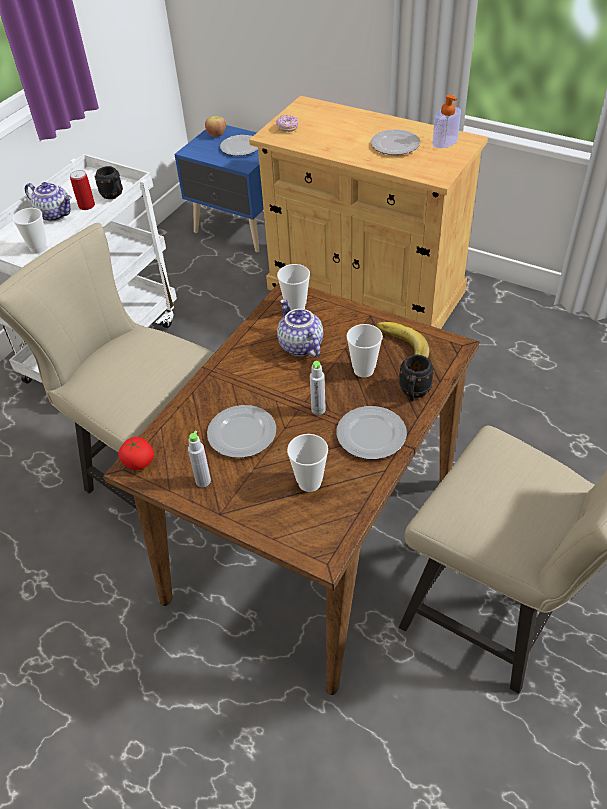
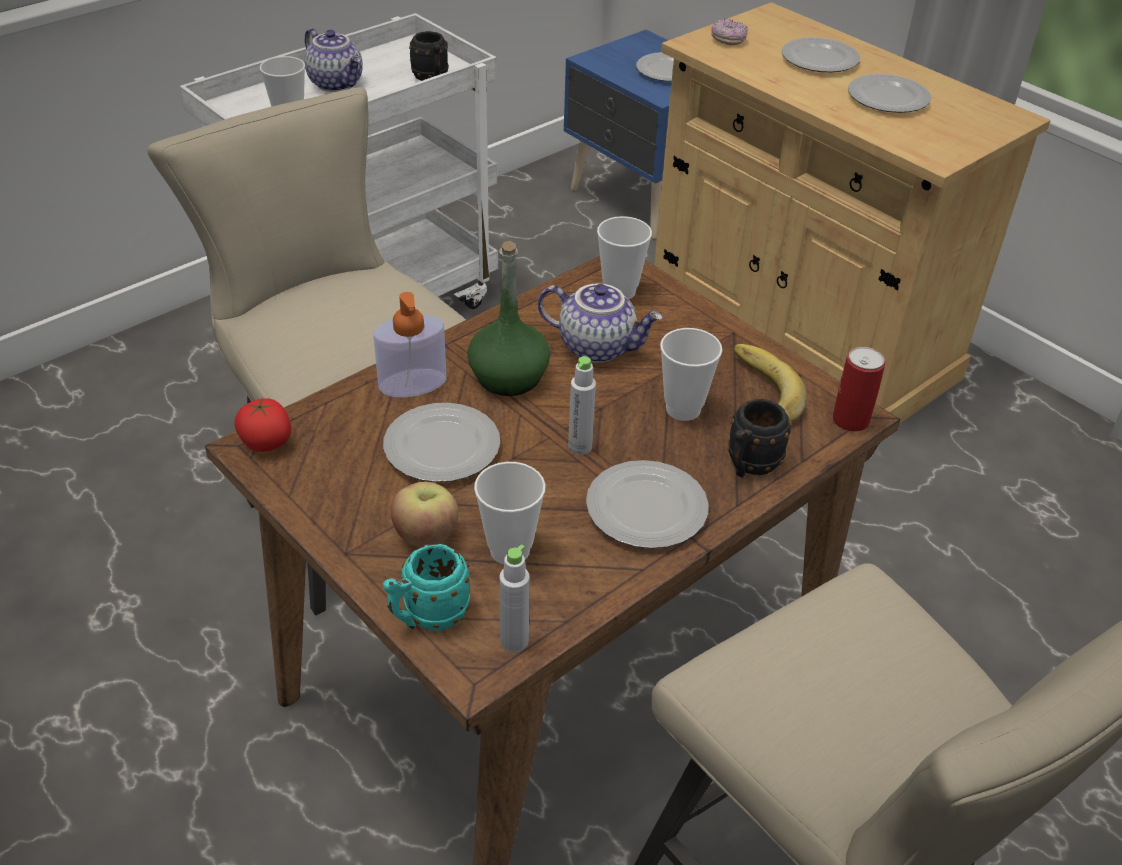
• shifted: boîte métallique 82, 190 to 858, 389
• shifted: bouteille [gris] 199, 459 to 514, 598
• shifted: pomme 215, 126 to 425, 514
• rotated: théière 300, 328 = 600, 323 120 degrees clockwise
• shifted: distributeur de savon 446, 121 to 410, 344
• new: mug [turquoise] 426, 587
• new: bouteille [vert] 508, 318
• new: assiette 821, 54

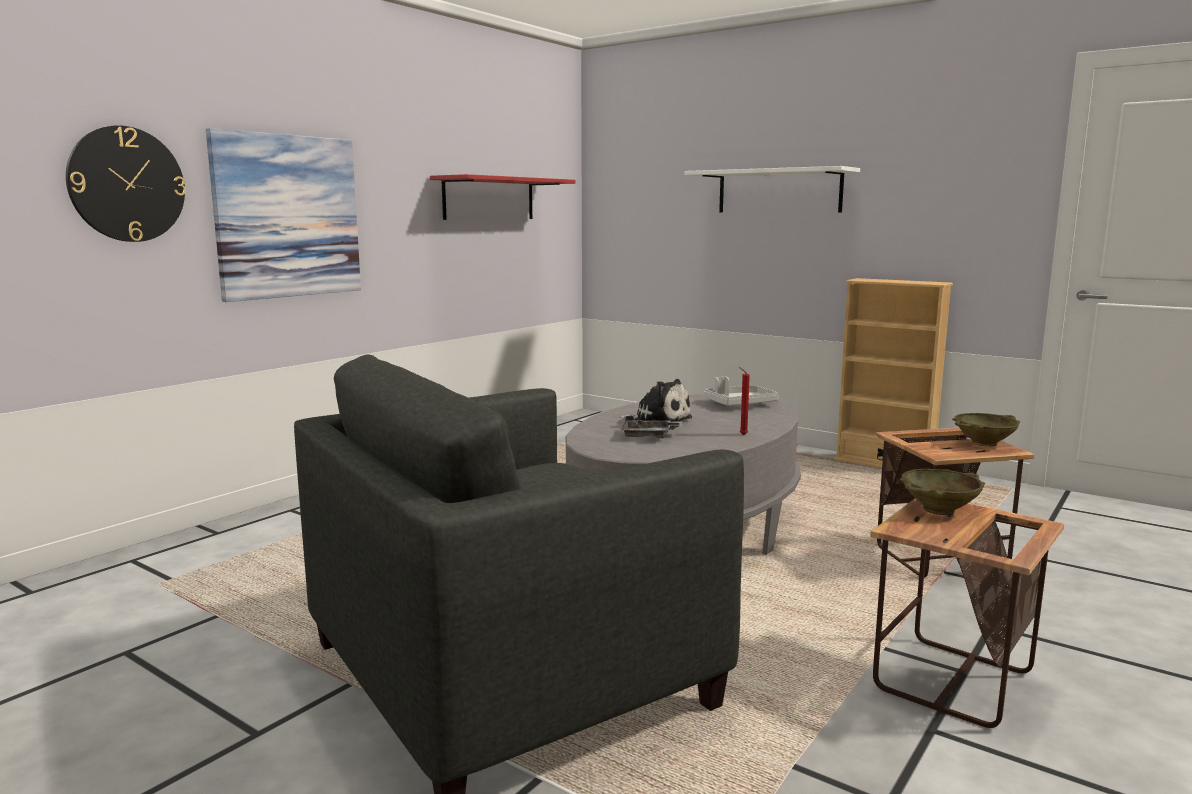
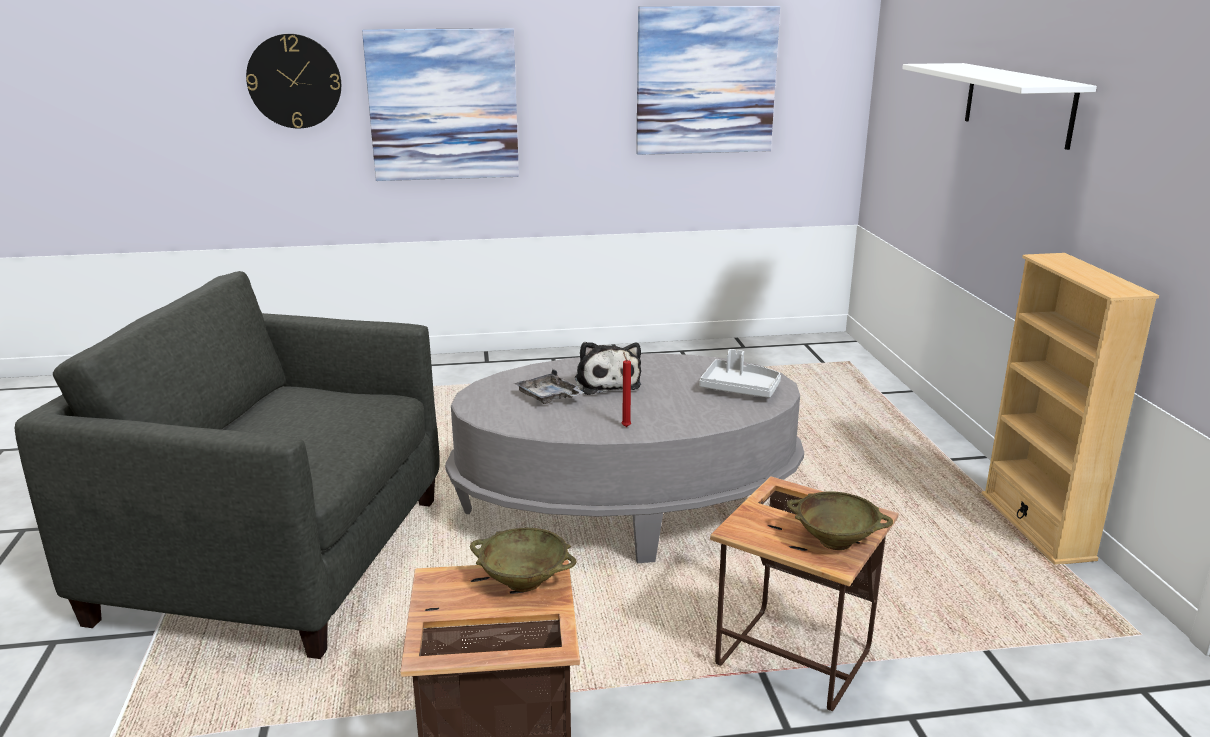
• swapped: étagère [rouge] 503, 197 to tableau 708, 80

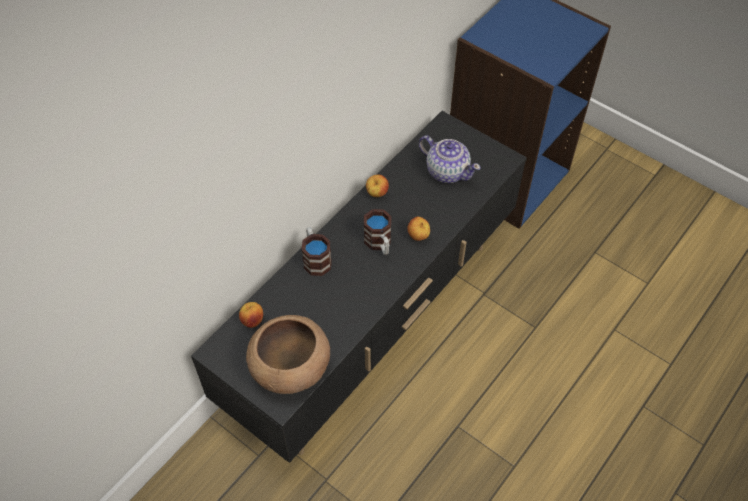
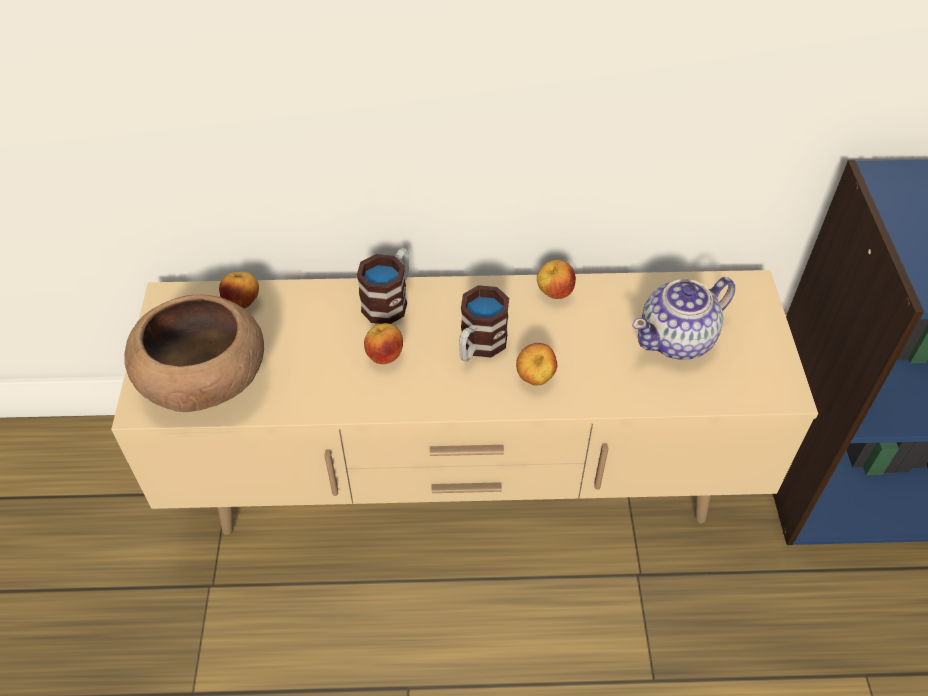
• repainted: meuble télé [noir] 359, 287 to meuble télé [beige] 464, 402
• rotated: théière 450, 159 = 683, 318 60 degrees clockwise
• new: pomme 383, 343

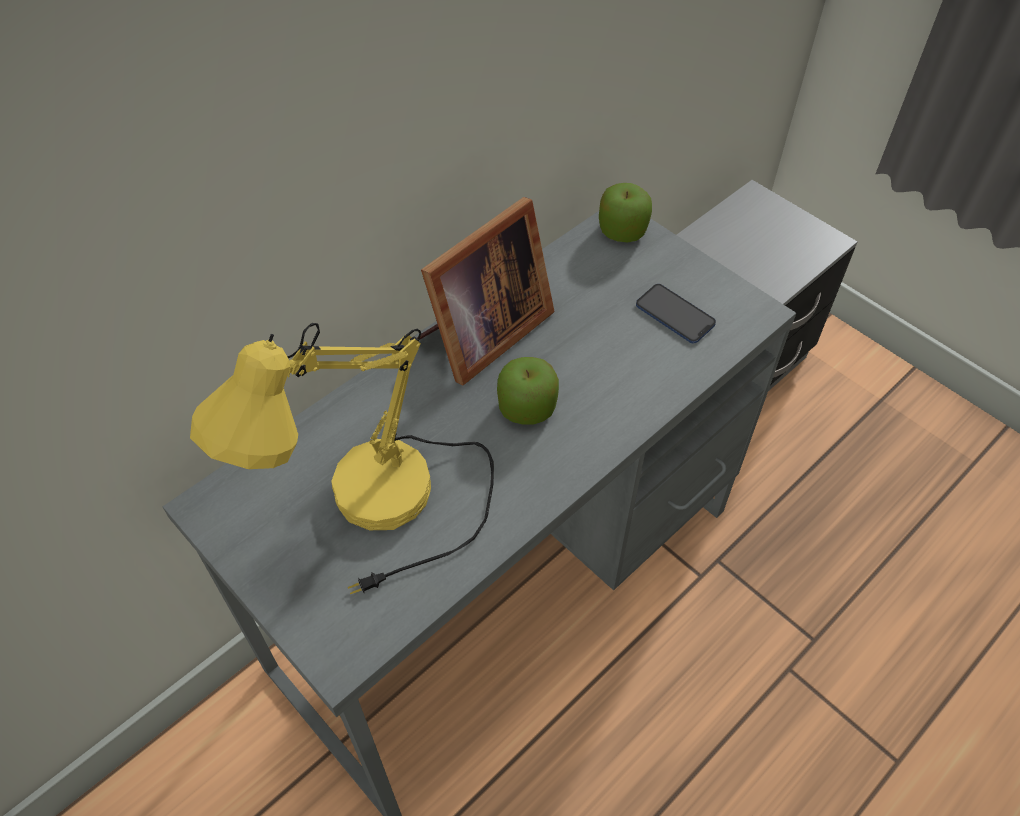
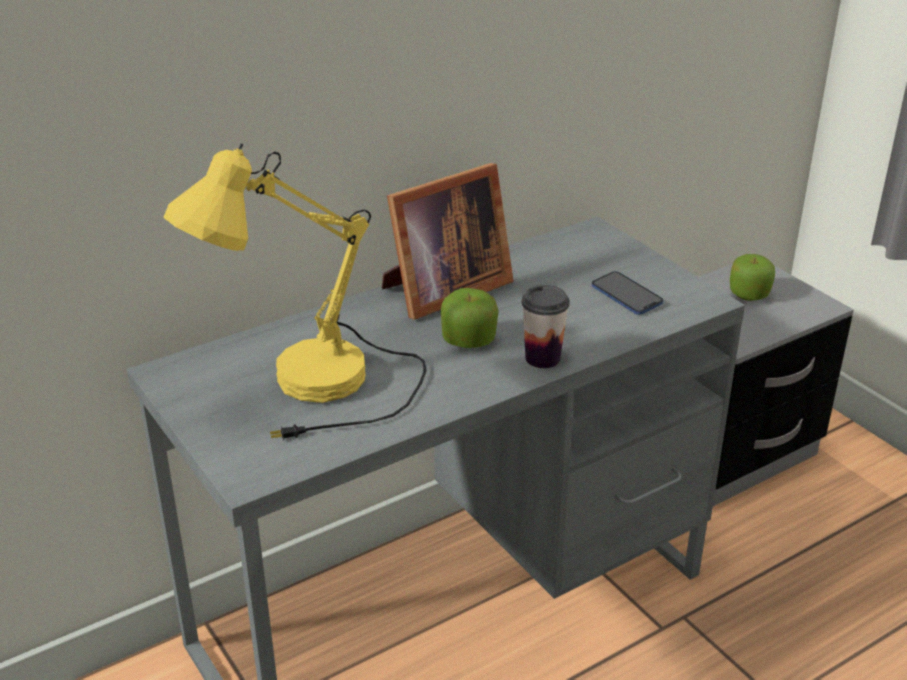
• shifted: pomme 625, 212 to 752, 277
• new: tasse 546, 326

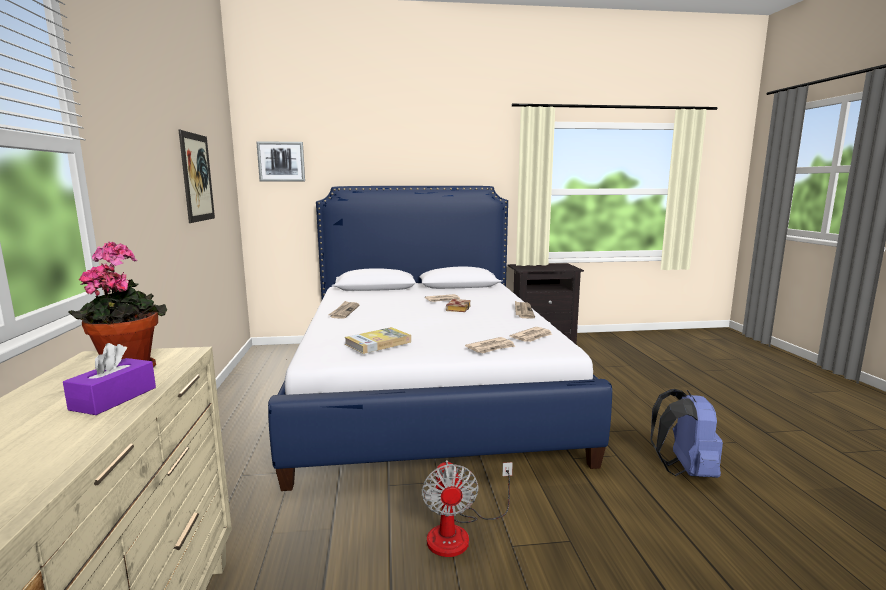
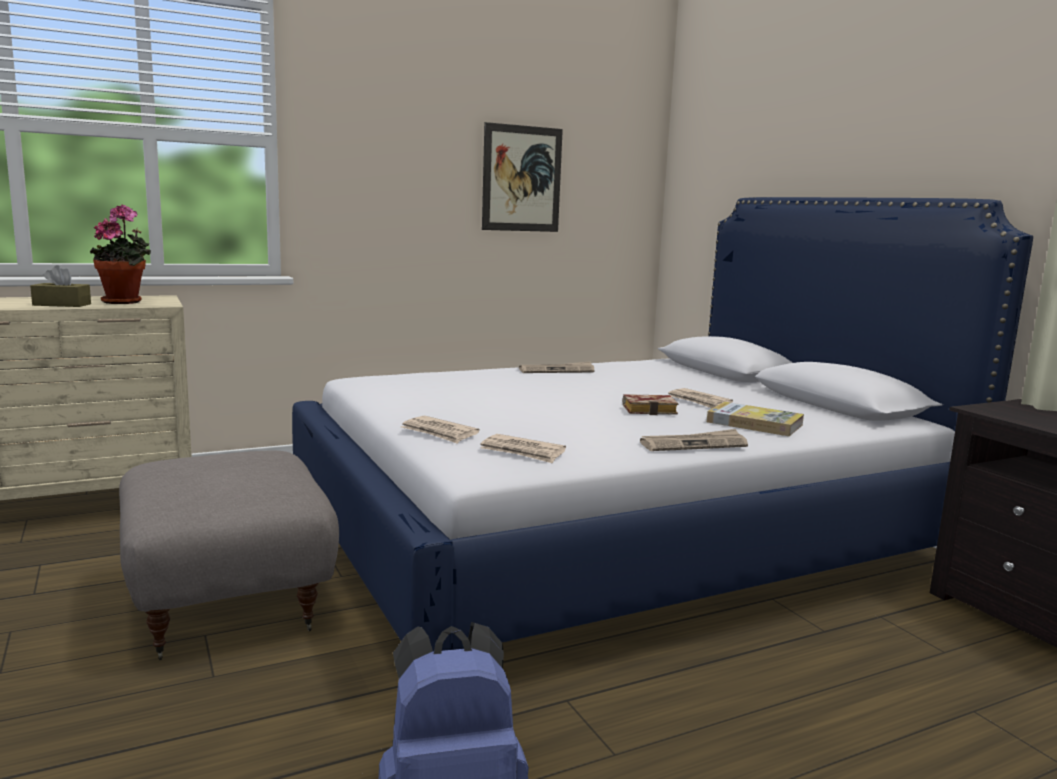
• repainted: boîte à mouchoirs [violet] 109, 379 to boîte à mouchoirs [marron] 60, 286
• gone: tableau 280, 161
• shifted: livre 378, 340 to 755, 419
• swapped: ventilateur 467, 508 to pouf [gris] 229, 555

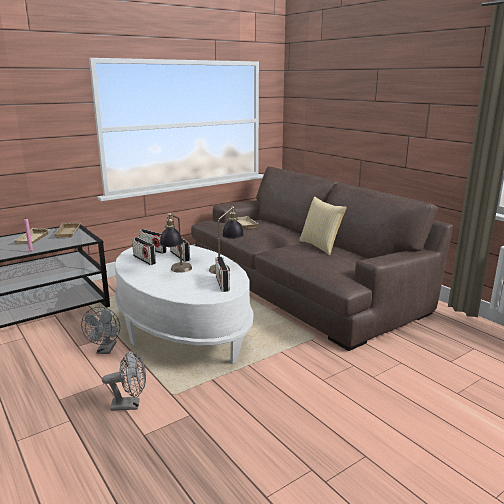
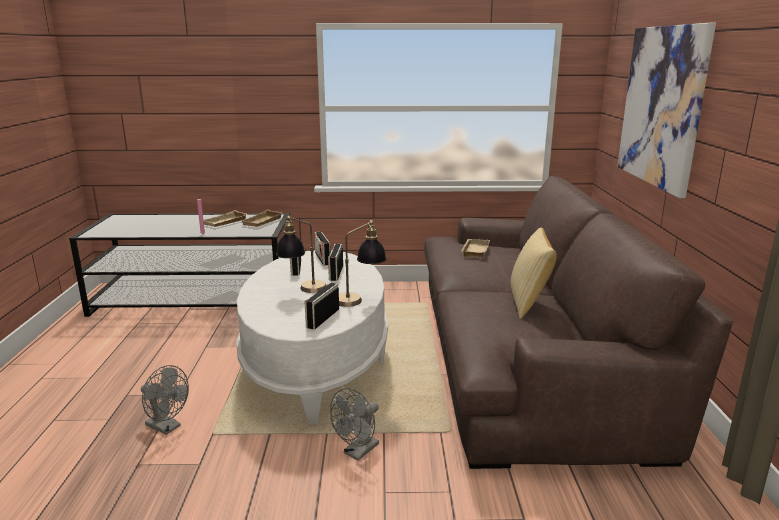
• shifted: ventilateur [gris] 100, 330 to 354, 424
• new: tableau 666, 110

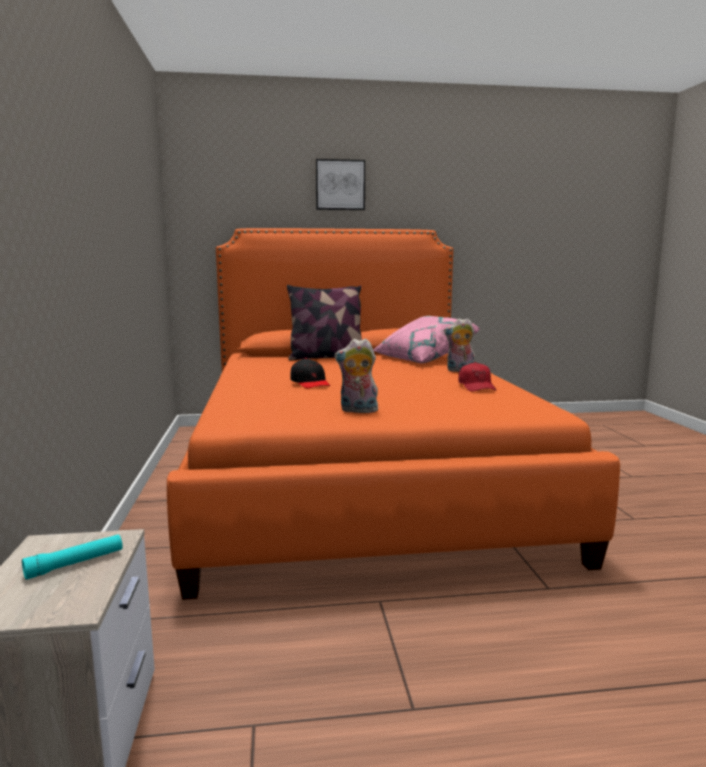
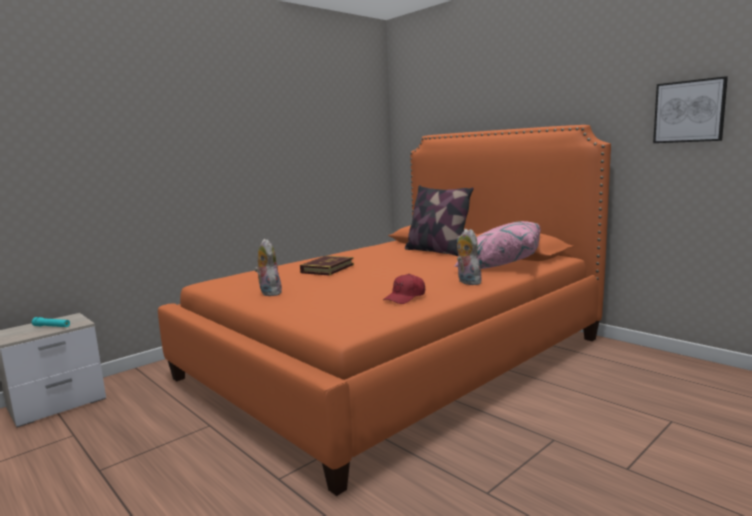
• swapped: casquette [noir] 310, 373 to livre 327, 266
• shifted: tableau 340, 184 to 690, 109

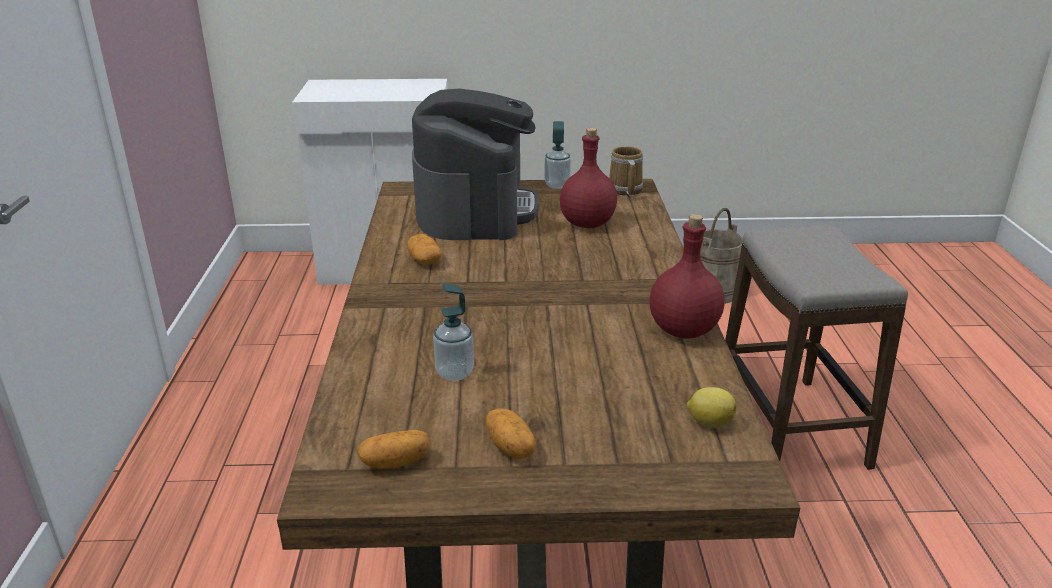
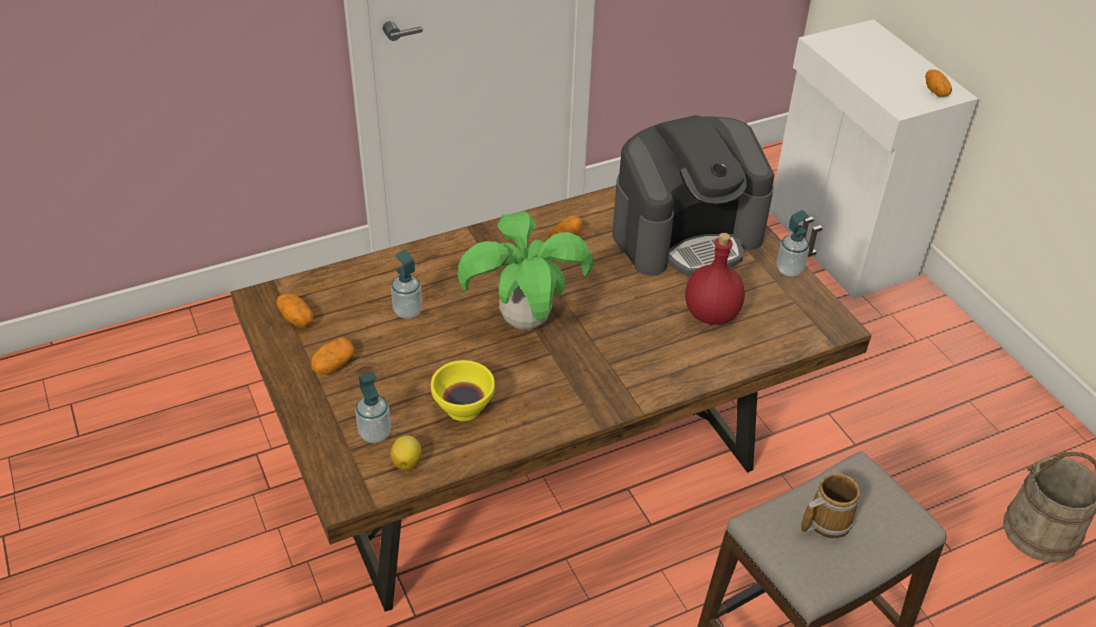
• shifted: mug 626, 171 to 830, 505
• gone: bouteille [rouge] 687, 276
• new: distributeur de savon 373, 407
• new: bol [jaune] 463, 390
• new: plante en pot 525, 270
• new: pomme de terre 938, 83

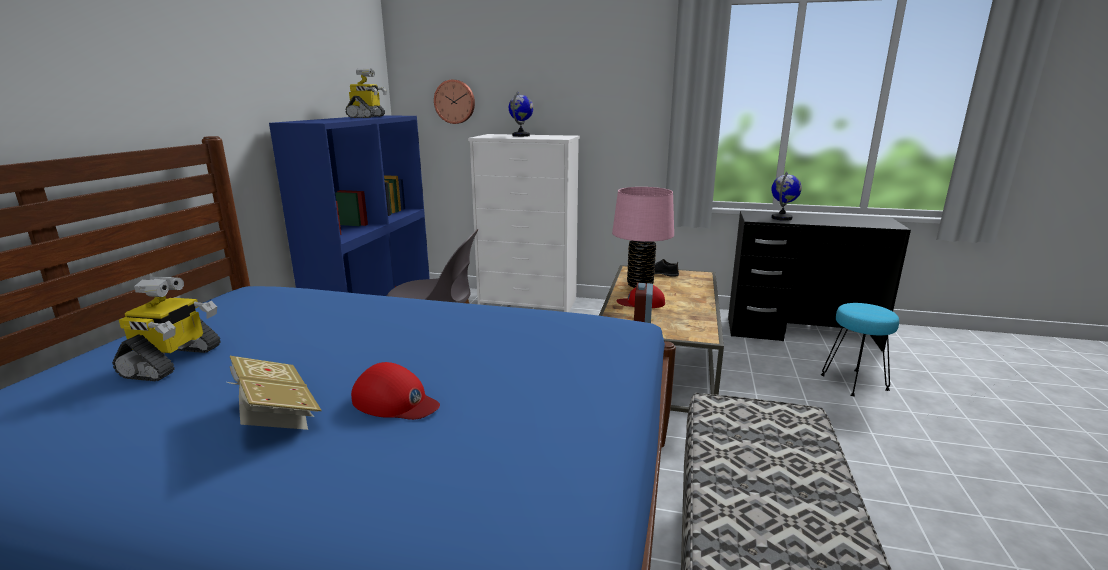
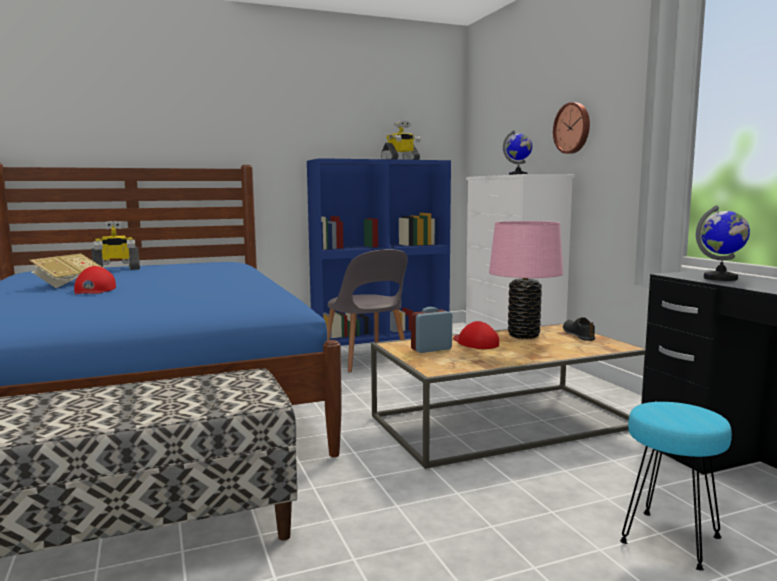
• shifted: horloge murale 454, 102 to 571, 128

